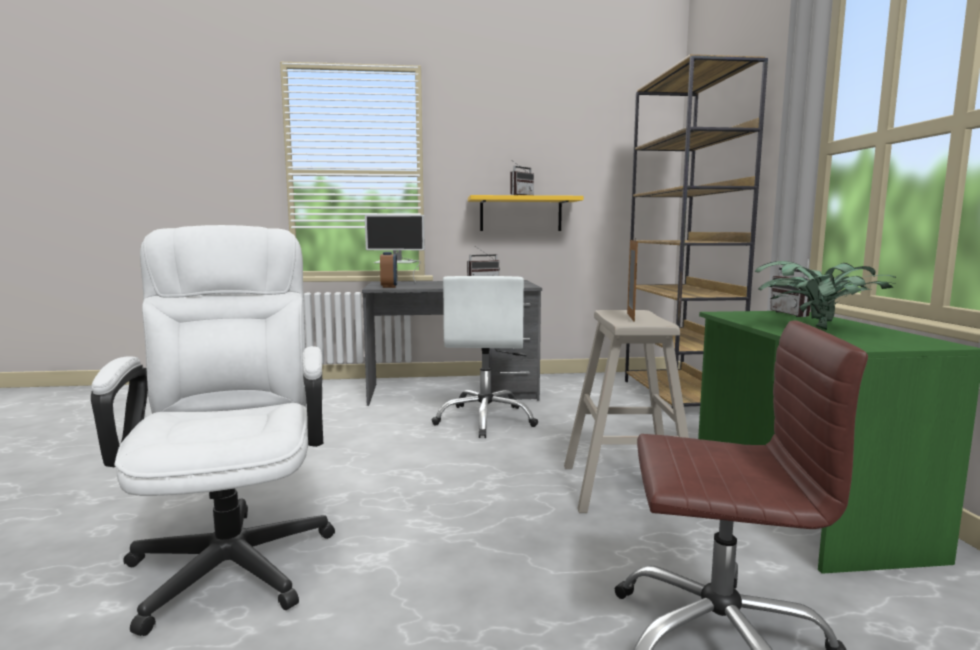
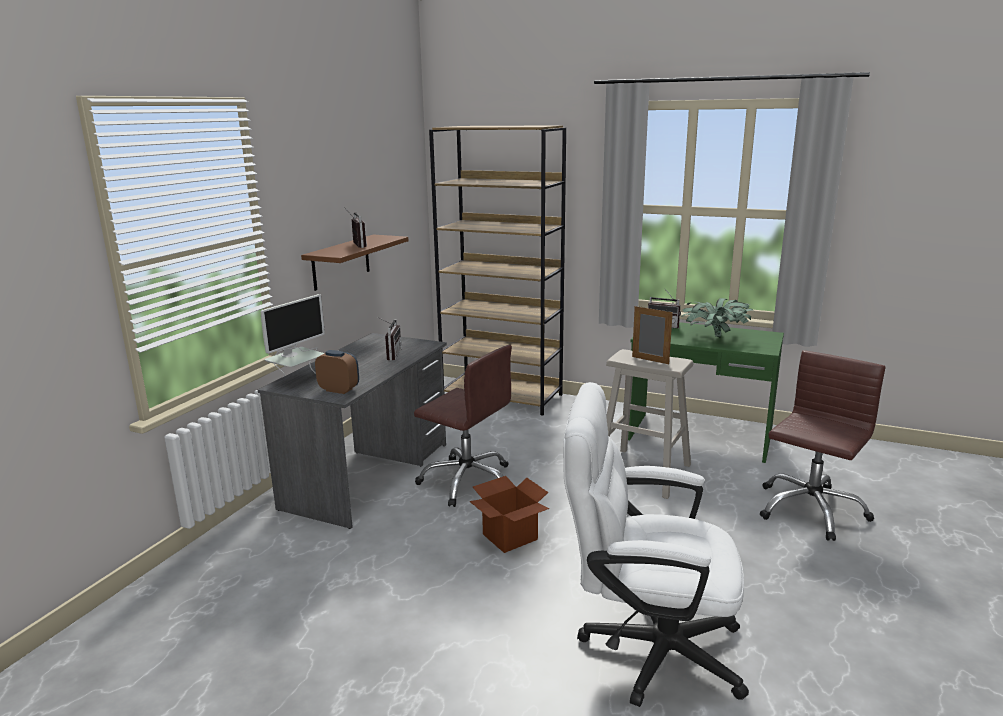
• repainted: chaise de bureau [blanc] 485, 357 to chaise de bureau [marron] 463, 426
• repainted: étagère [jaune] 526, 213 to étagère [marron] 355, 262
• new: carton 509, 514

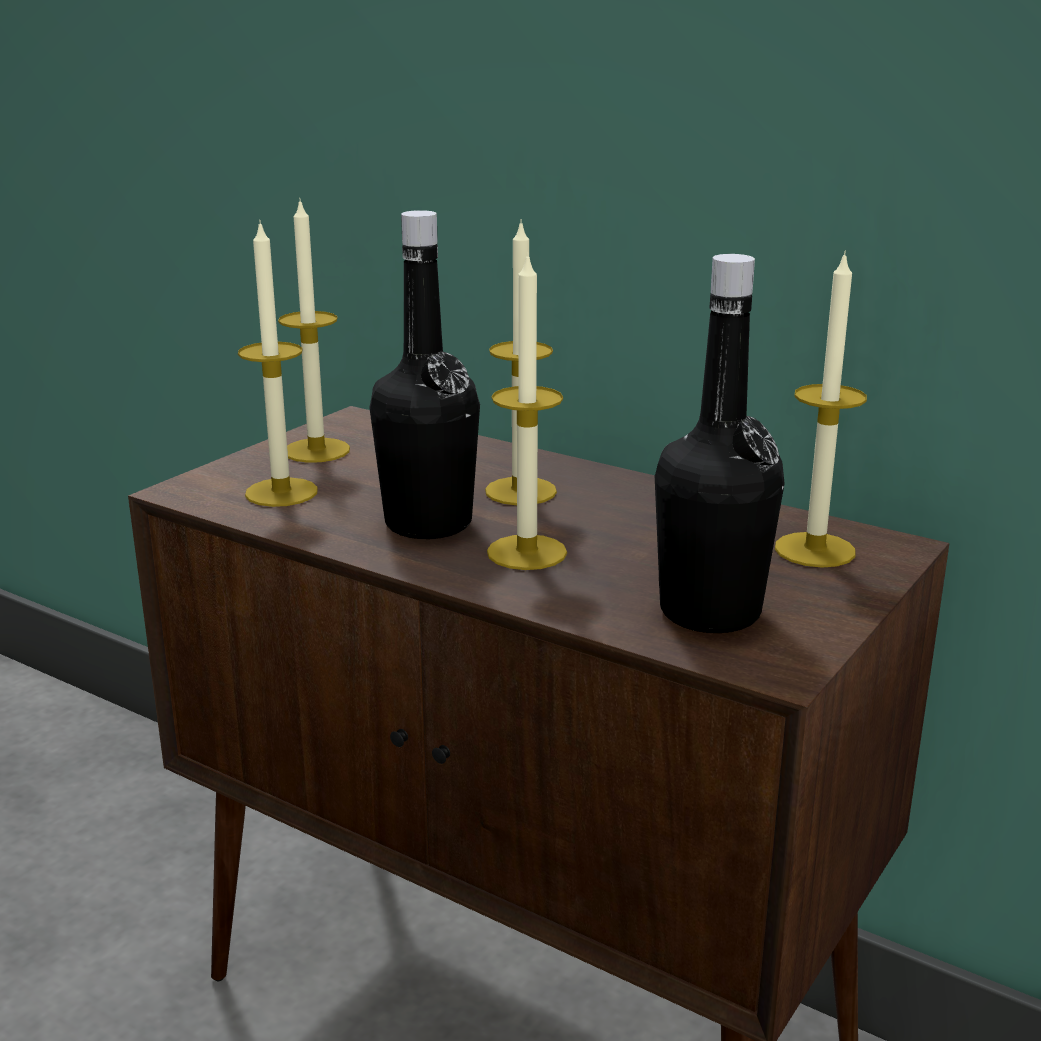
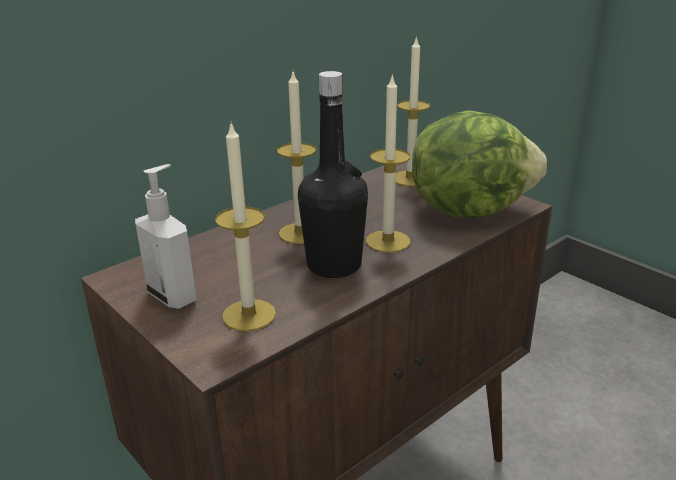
• swapped: bougie 314, 331 to distributeur de savon 166, 236
• swapped: bouteille [noir] 720, 443 to laitue 479, 164

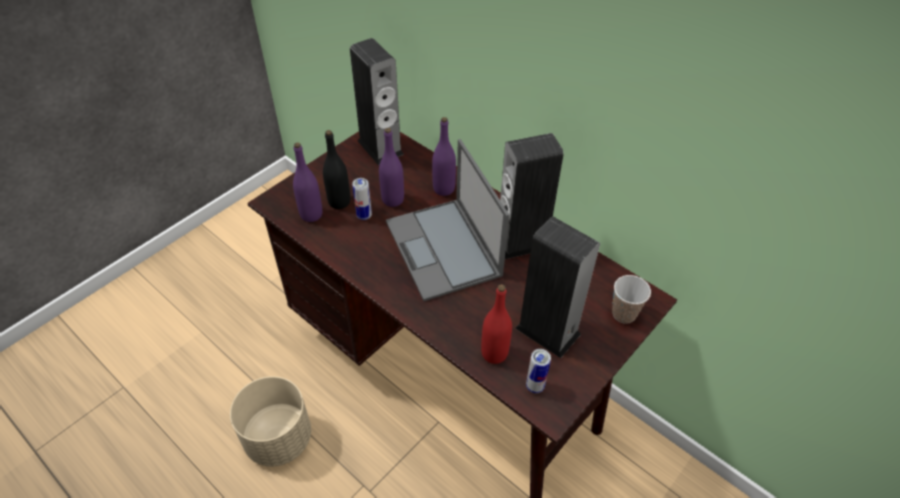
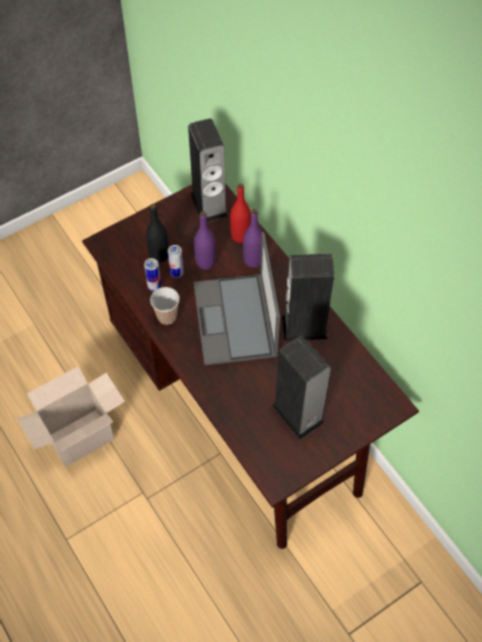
• swapped: cache-pot [beige] 270, 421 to carton 71, 417
• gone: bouteille [violet] 307, 182
• shifted: bouteille [rouge] 496, 324 to 240, 213
• shifted: boîte métallique 538, 371 to 152, 274
• shifted: tasse 631, 299 to 165, 306

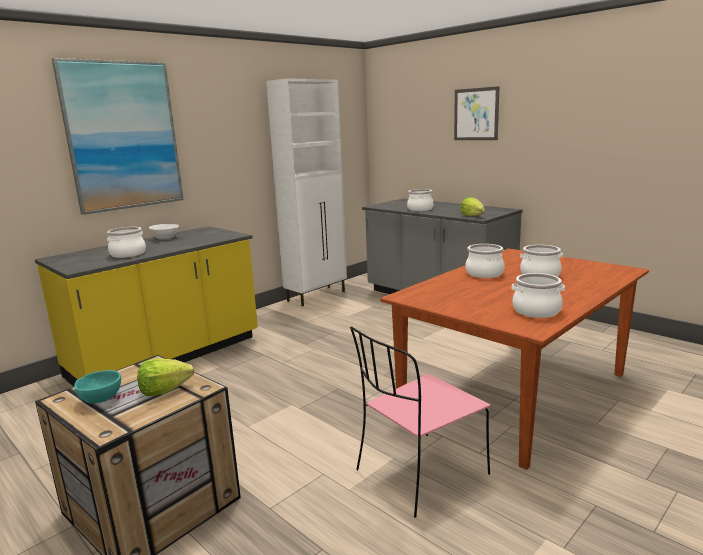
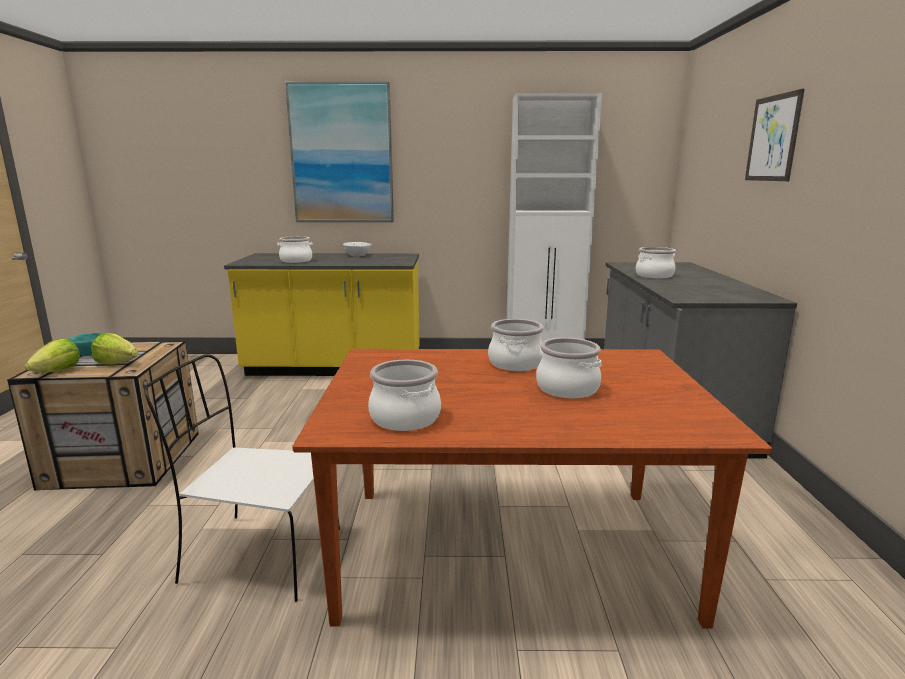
• repainted: chaise [rose] 420, 422 to chaise [blanc] 242, 478
• shifted: laitue 473, 206 to 52, 355

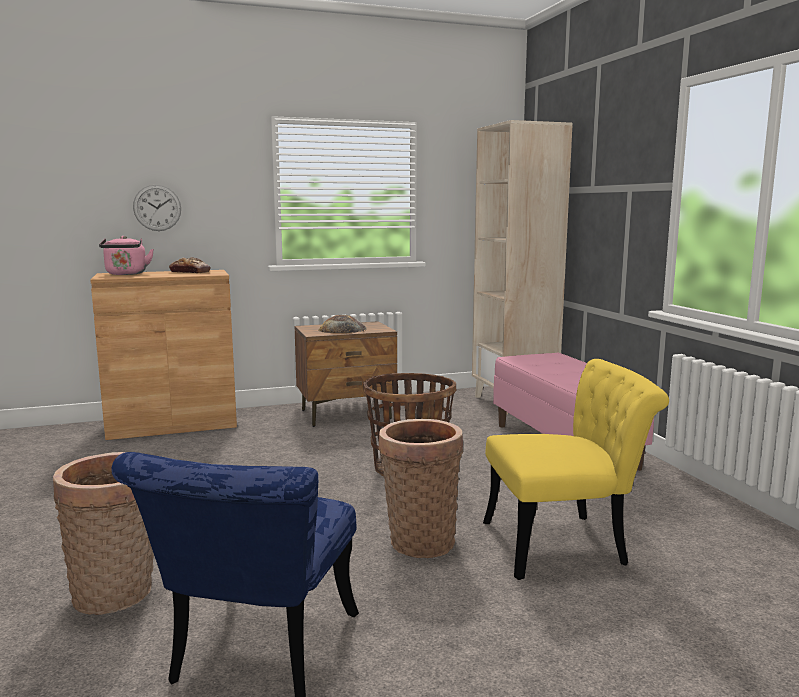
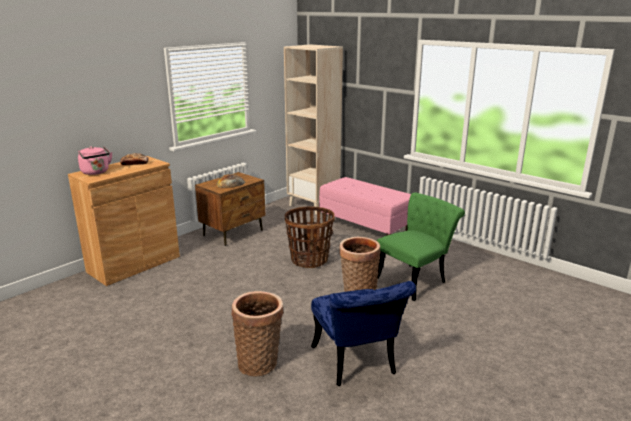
• gone: horloge murale 157, 208
• repainted: chaise [jaune] 576, 469 to chaise [vert] 421, 246

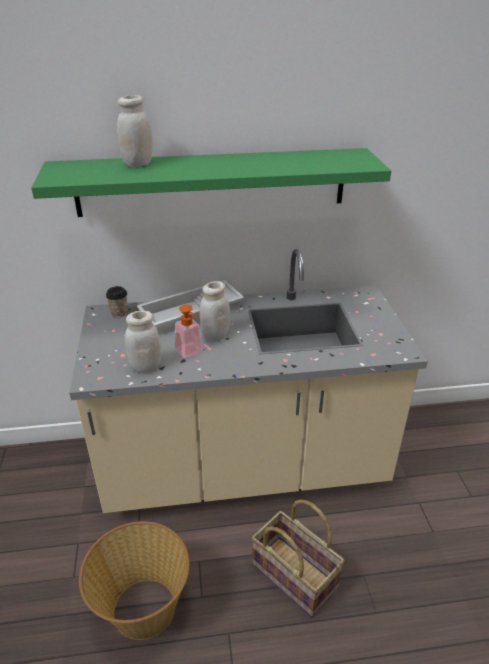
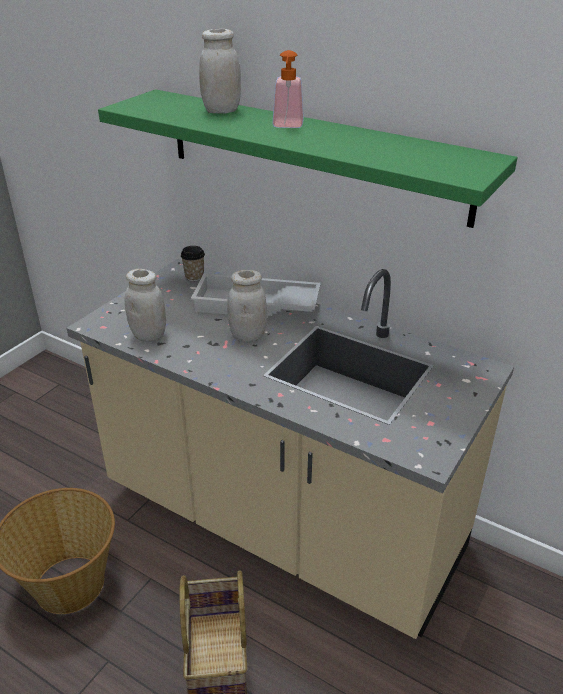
• shifted: distributeur de savon 188, 331 to 288, 89

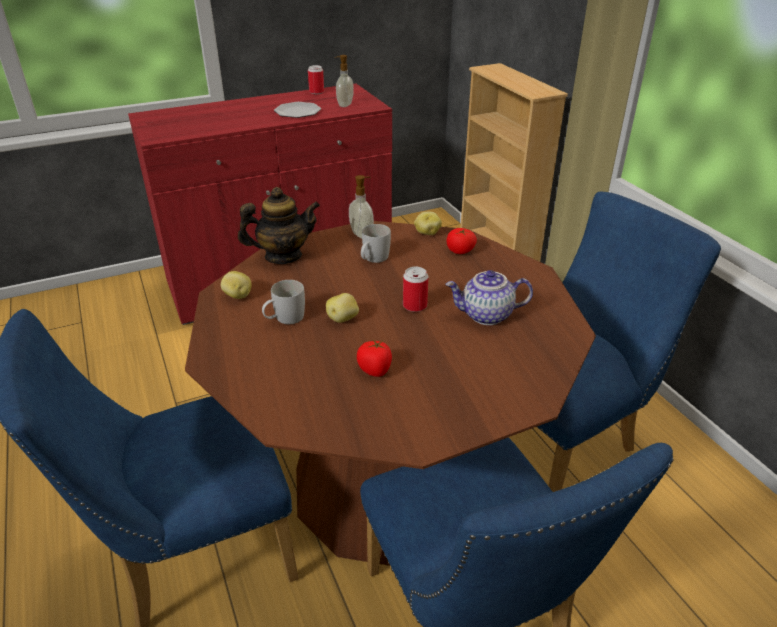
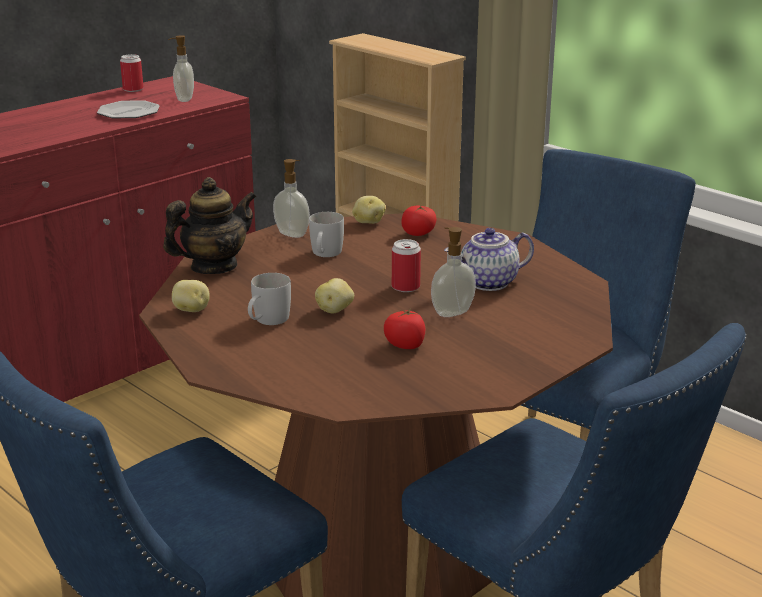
• new: distributeur de savon 453, 272

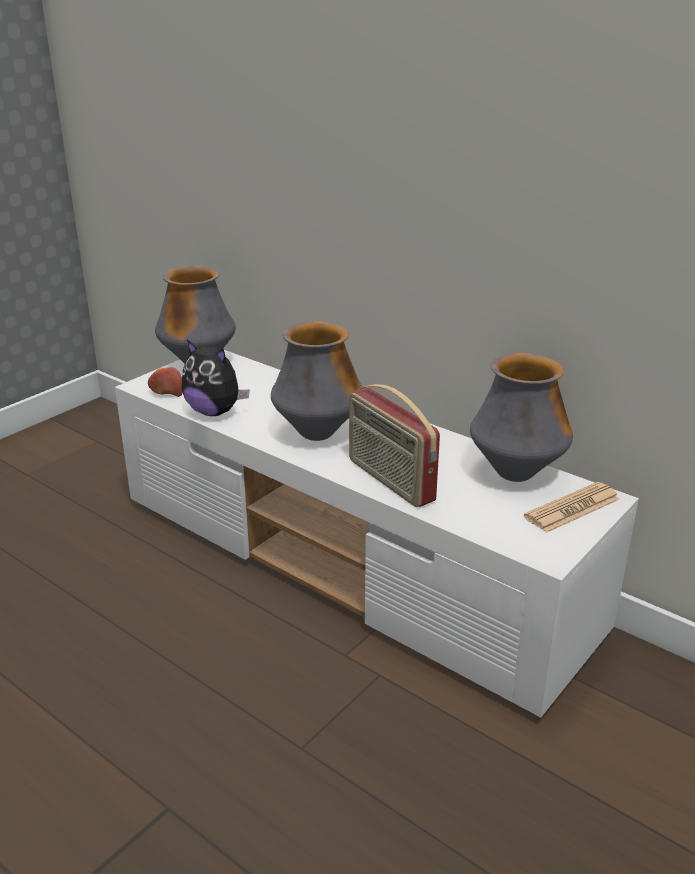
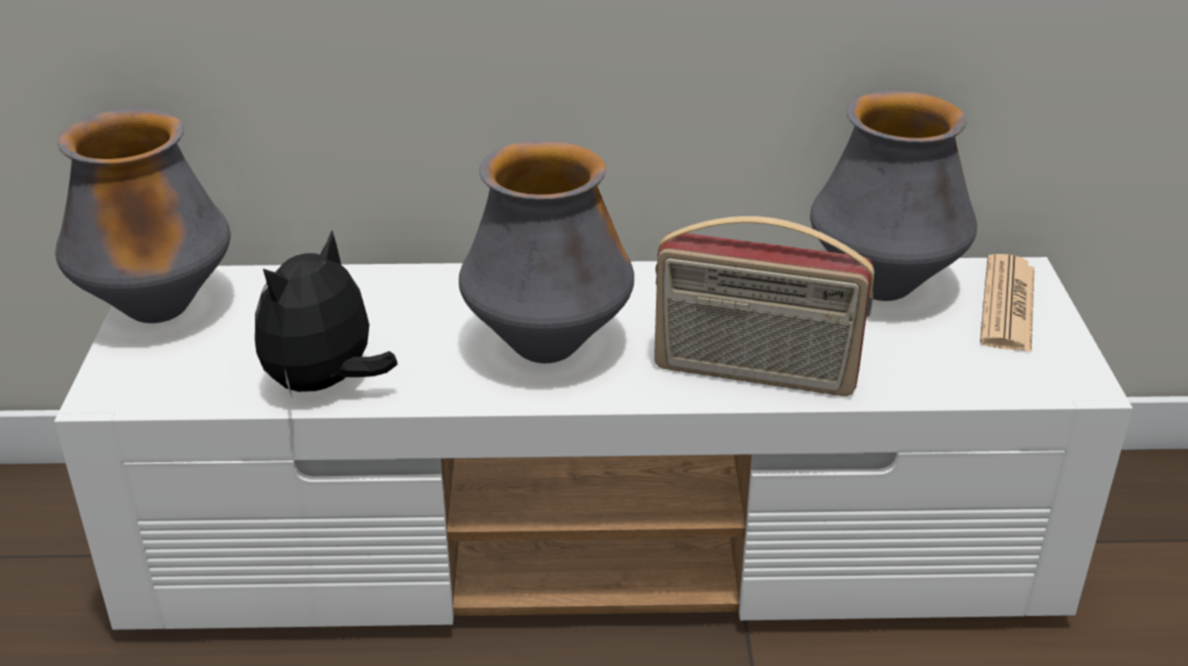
• gone: pomme 165, 382
• rotated: peluche 215, 378 = 326, 313 135 degrees clockwise

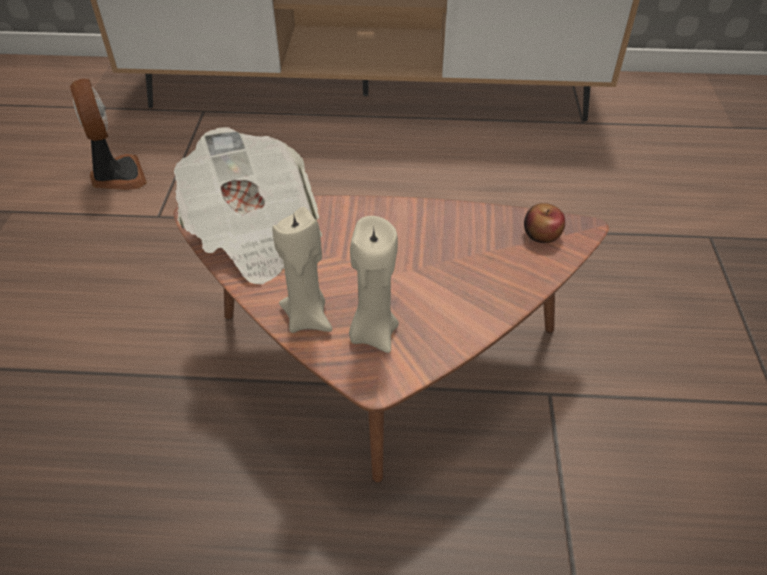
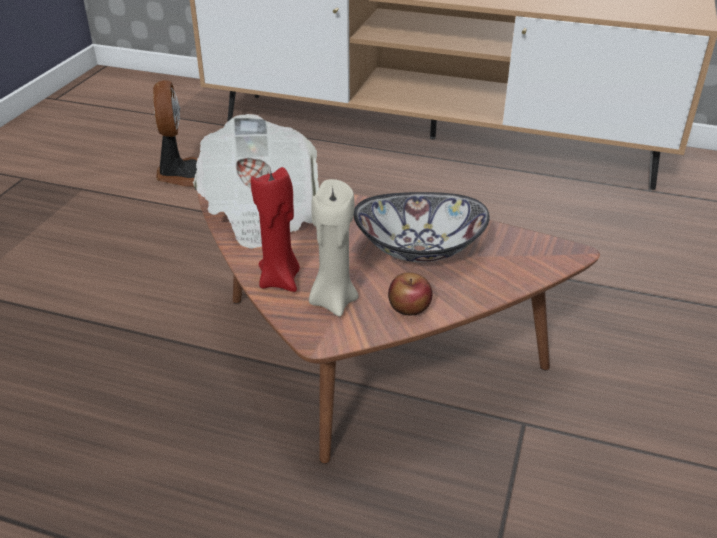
• repainted: bougie [beige] 302, 270 to bougie [rouge] 275, 229
• shifted: pomme 544, 223 to 410, 293
• new: bol 421, 227

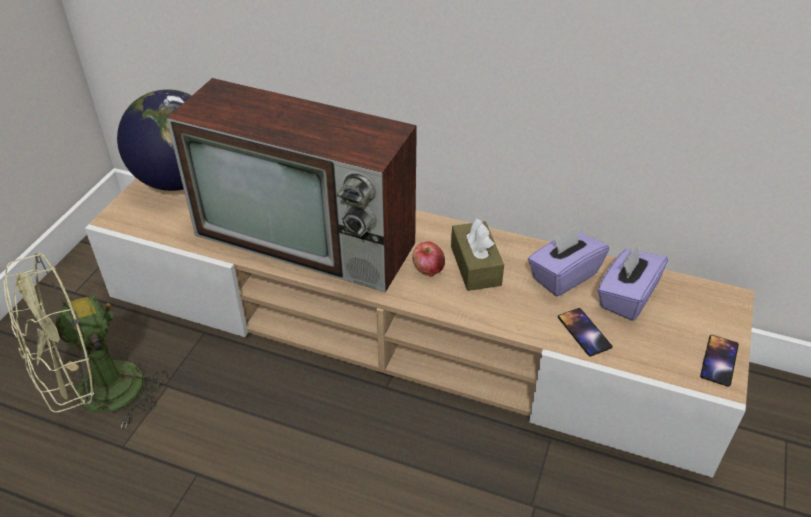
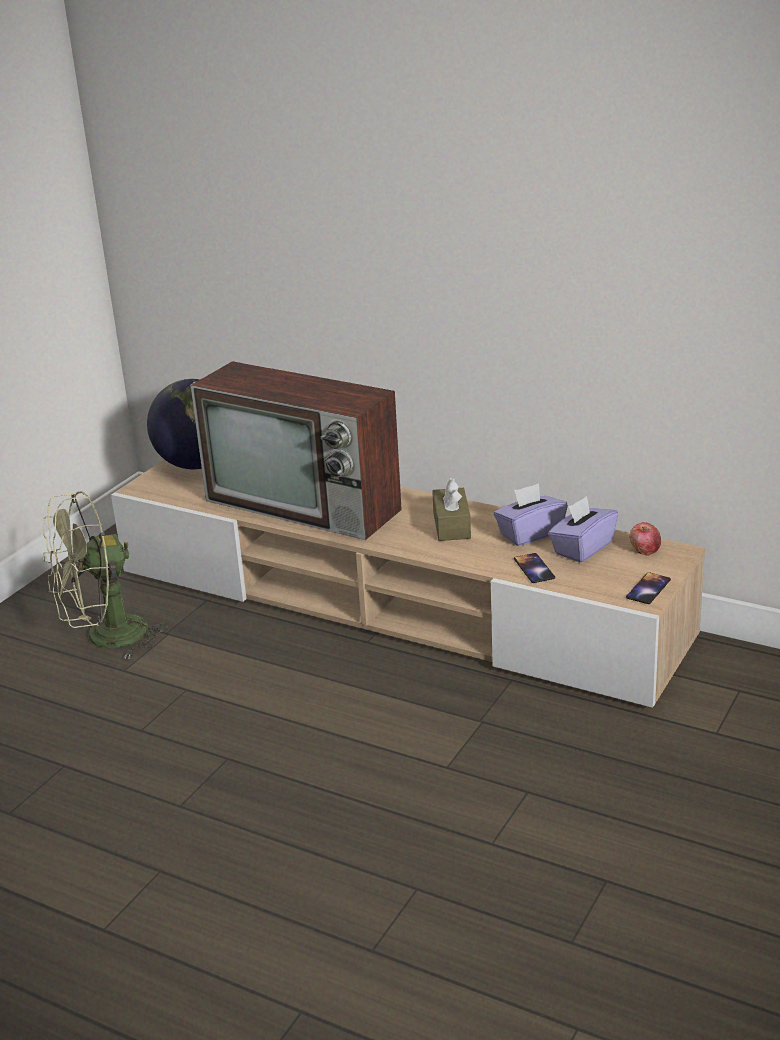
• shifted: pomme 428, 259 to 645, 539

